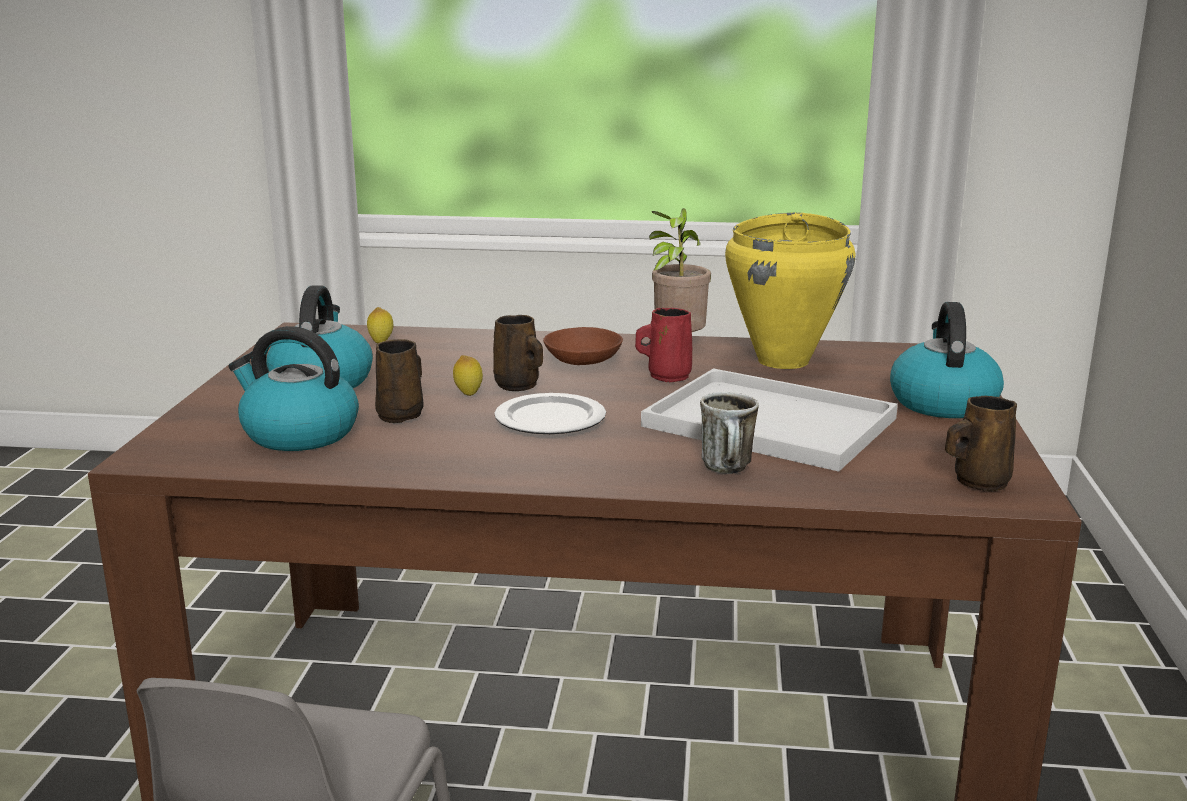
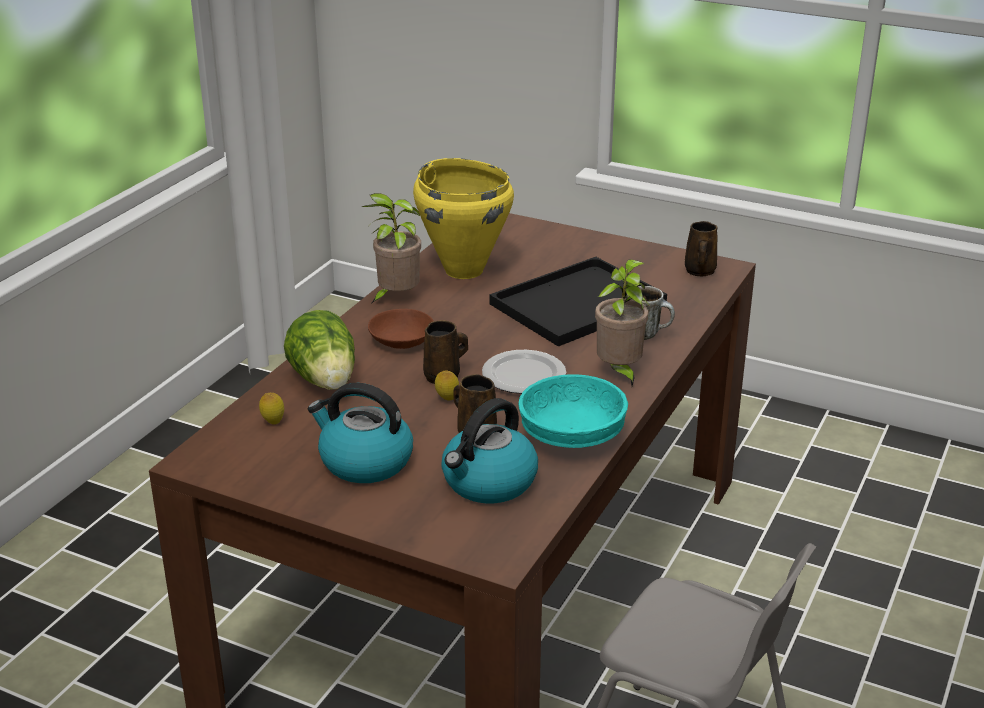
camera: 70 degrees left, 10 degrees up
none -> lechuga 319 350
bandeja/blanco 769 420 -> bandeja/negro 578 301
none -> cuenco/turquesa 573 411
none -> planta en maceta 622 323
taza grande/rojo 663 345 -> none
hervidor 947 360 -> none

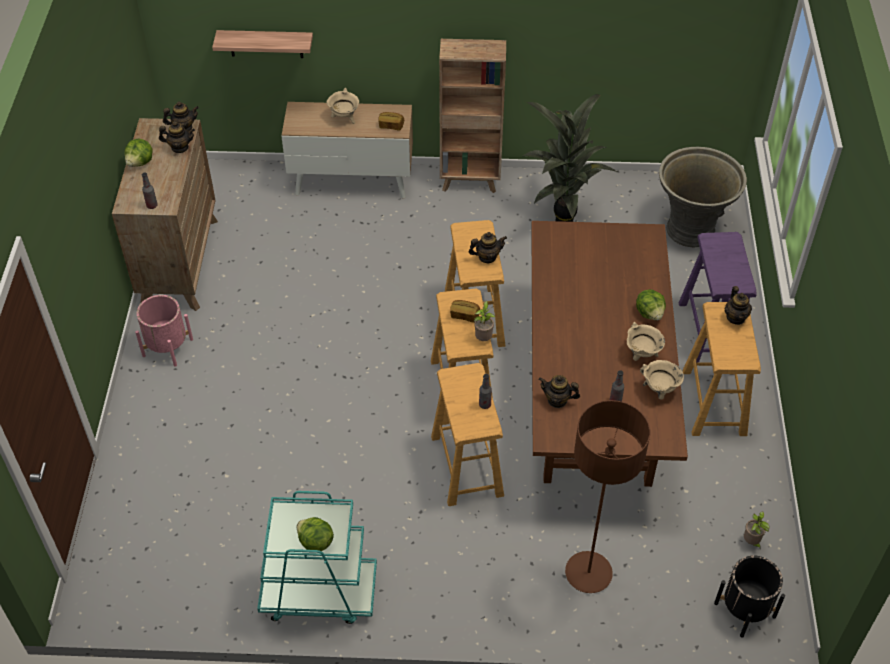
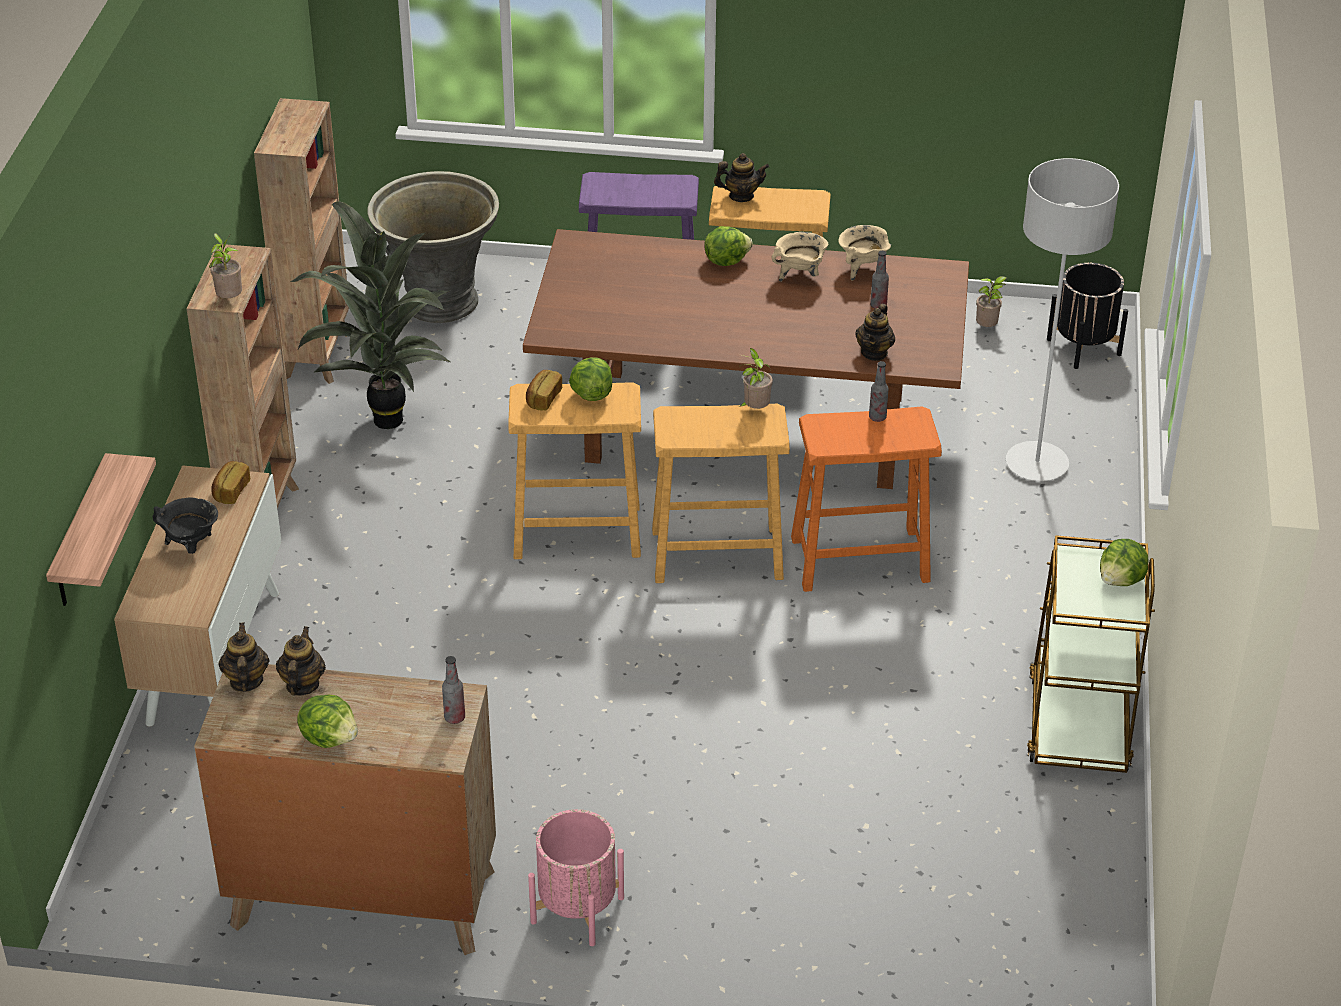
camera: 85 degrees left, 10 degrees down
olla/beis 342 106 -> olla/negro 185 526
none -> planta en maceta 225 265
none -> estantería/marrón 301 241
pan 465 311 -> pan 544 390, relocated
tetera 487 247 -> lechuga 591 379
taburete/beis 467 434 -> taburete/naranja 866 499
lámpara de pie/marrón 607 496 -> lámpara de pie/gris 1062 319
carrito/turquesa 317 557 -> carrito/marrón 1091 654

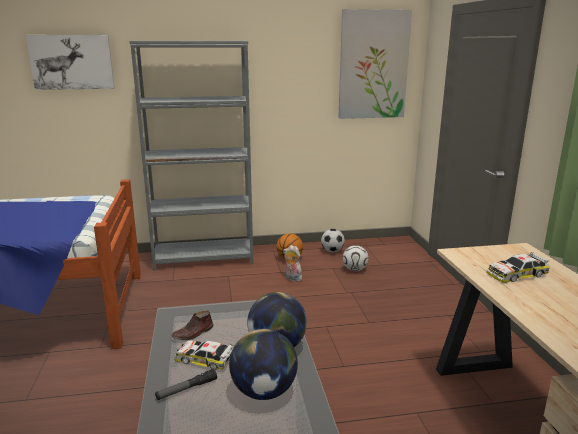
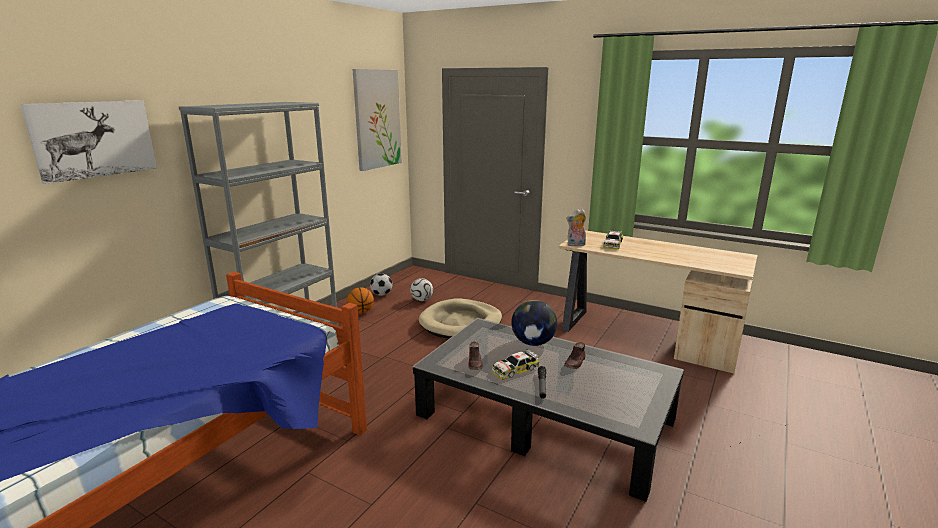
camera: 50 degrees left, 0 degrees up
none -> cama para perro/beis 460 318
globo terráqueo 263 364 -> zapato/marrón 574 355
peluche 292 263 -> peluche 576 228, relocated

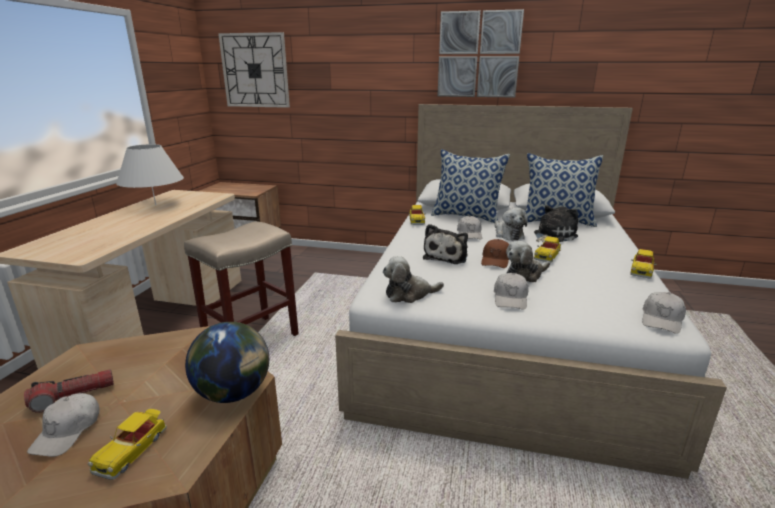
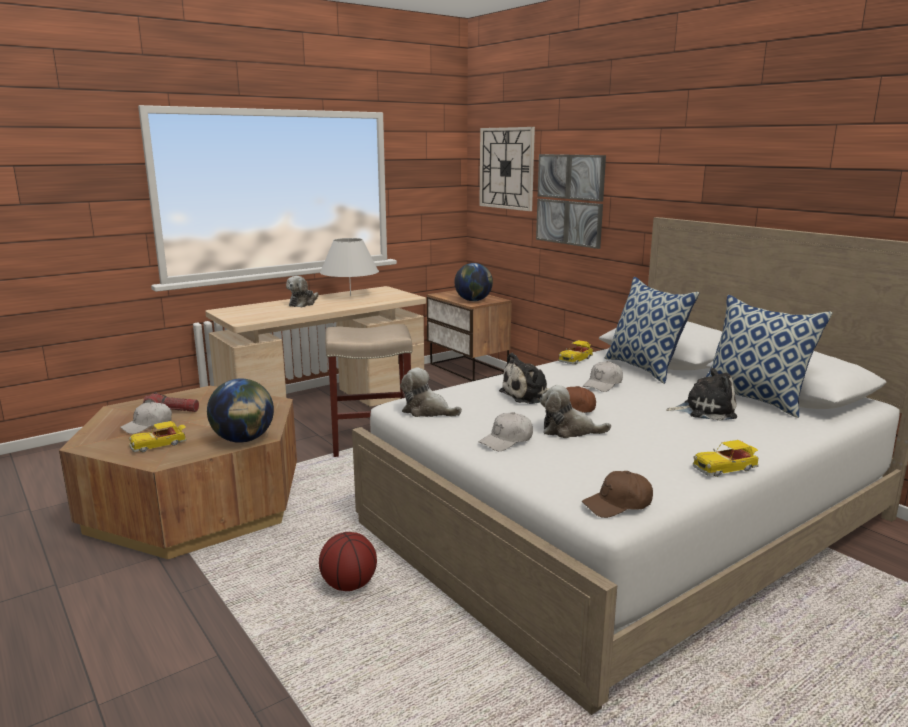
camera: 40 degrees right, 5 degrees down
peluche 511 224 -> peluche 302 291, relocated
none -> balón de baloncesto 348 561
none -> globo terráqueo 473 282
cuadro 481 53 -> cuadro 571 201, relocated
gorra/blanco 664 313 -> gorra/marrón 617 494
coche de juguete 547 249 -> none

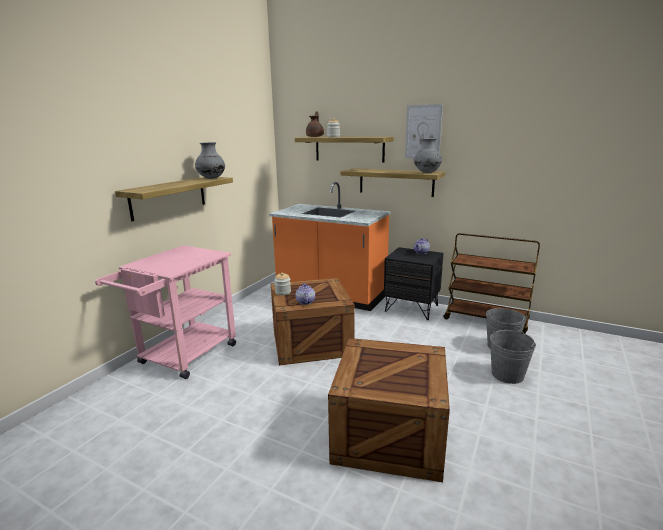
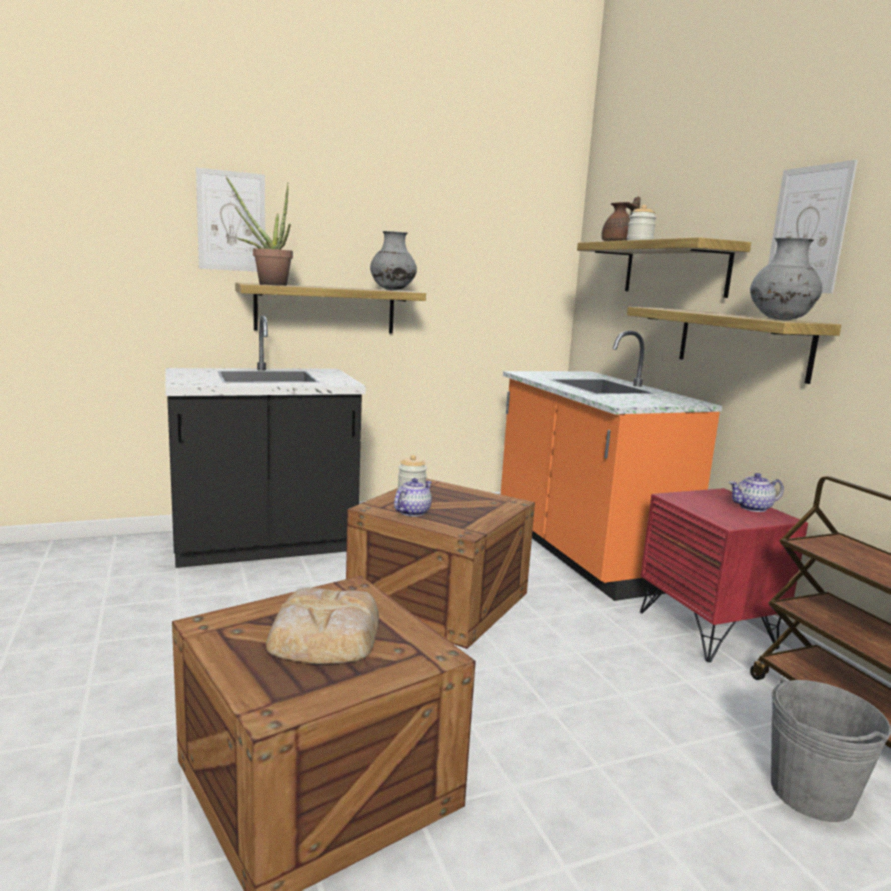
camera: 40 degrees right, 5 degrees down
carrito/rosa 165 312 -> mueble bajo de cocina/negro 265 442
none -> cuadro 230 220
none -> planta en maceta 259 231
none -> pan 322 626
mesita de noche/negro 413 283 -> mesita de noche/rojo 724 575
cubo/gris 513 357 -> none

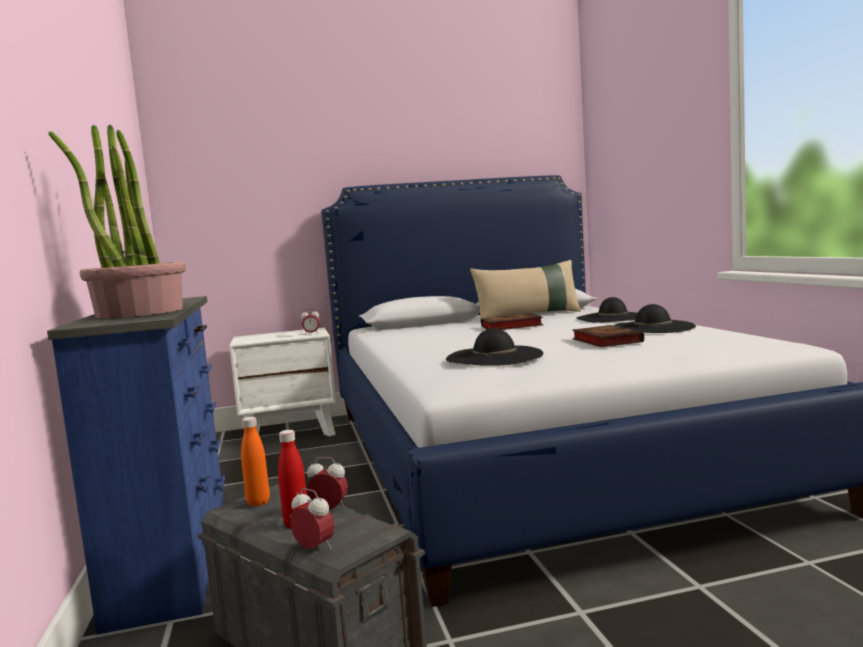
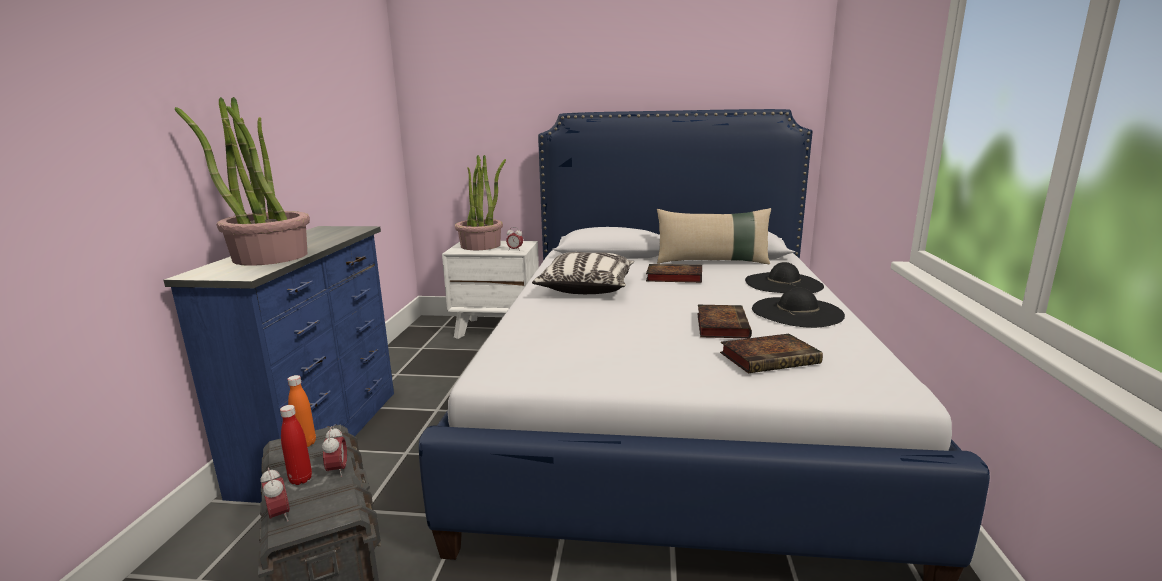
camera: 20 degrees right, 10 degrees up
despertador 327 483 -> despertador 334 451, 45 degrees clockwise
none -> planta en maceta 480 202
none -> cojín 583 273
none -> libro 771 353
sombrero/negro 494 347 -> none

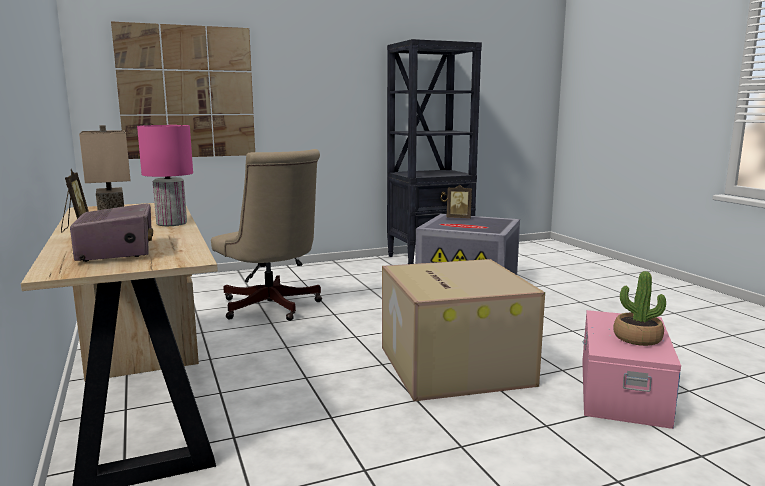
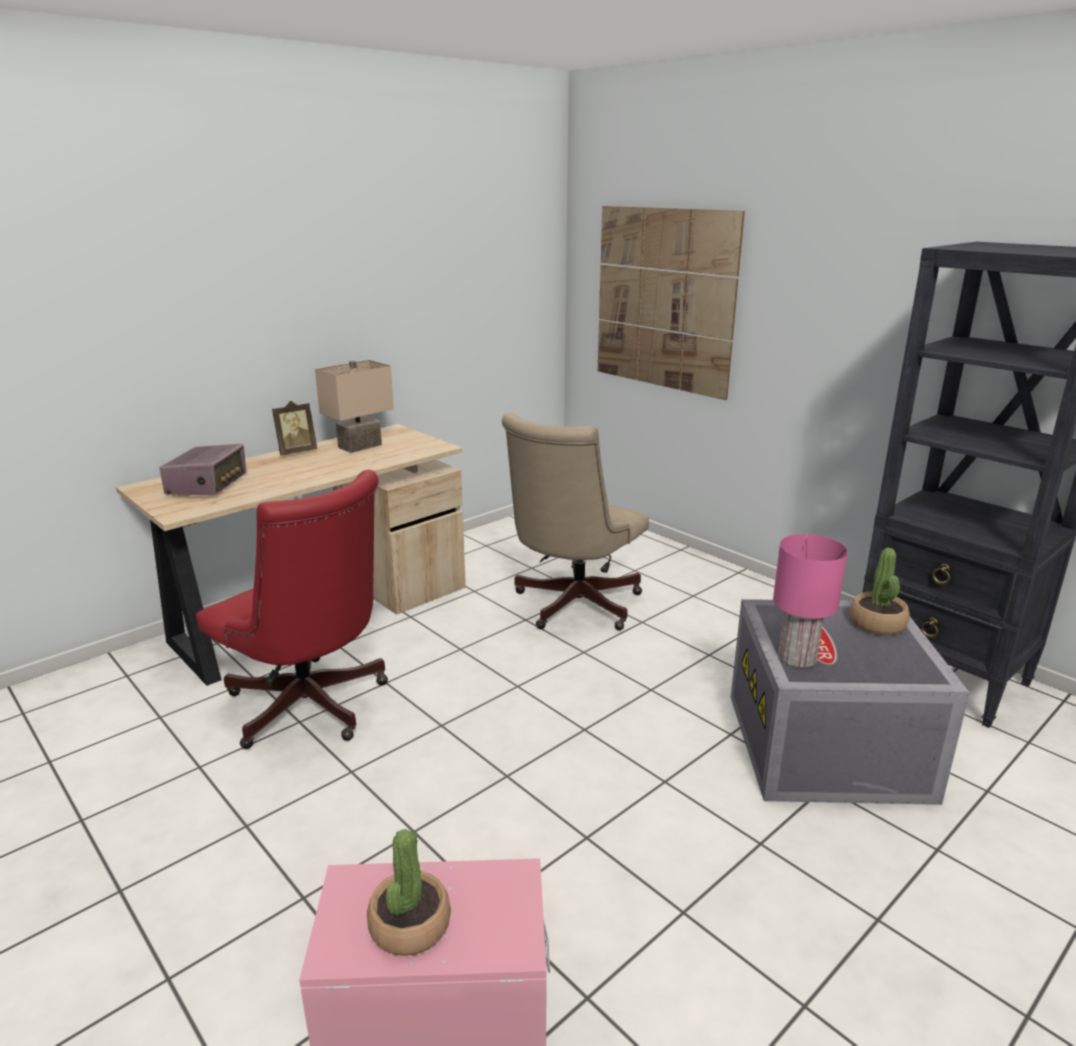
camera: 70 degrees right, 10 degrees up
radio 111 233 -> radio 203 470, 45 degrees counterclockwise
none -> silla de oficina/rojo 292 609
lámpara de mesa/rosa 165 175 -> lámpara de mesa/rosa 810 601, relocated
portarretratos 459 201 -> planta en maceta 880 591
caja de cartón 463 330 -> none

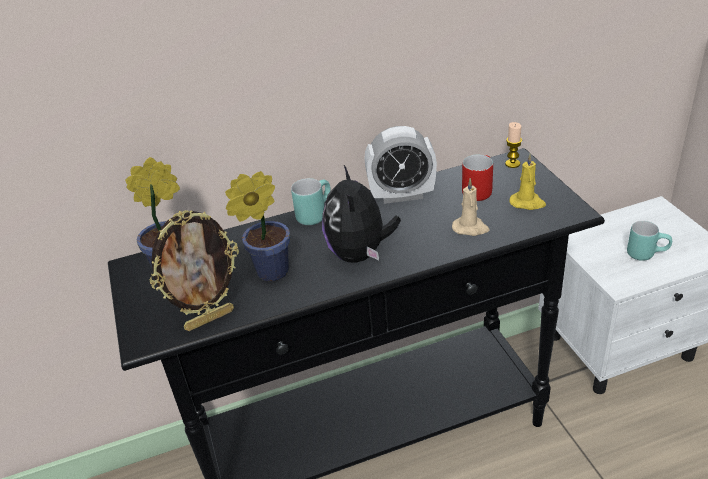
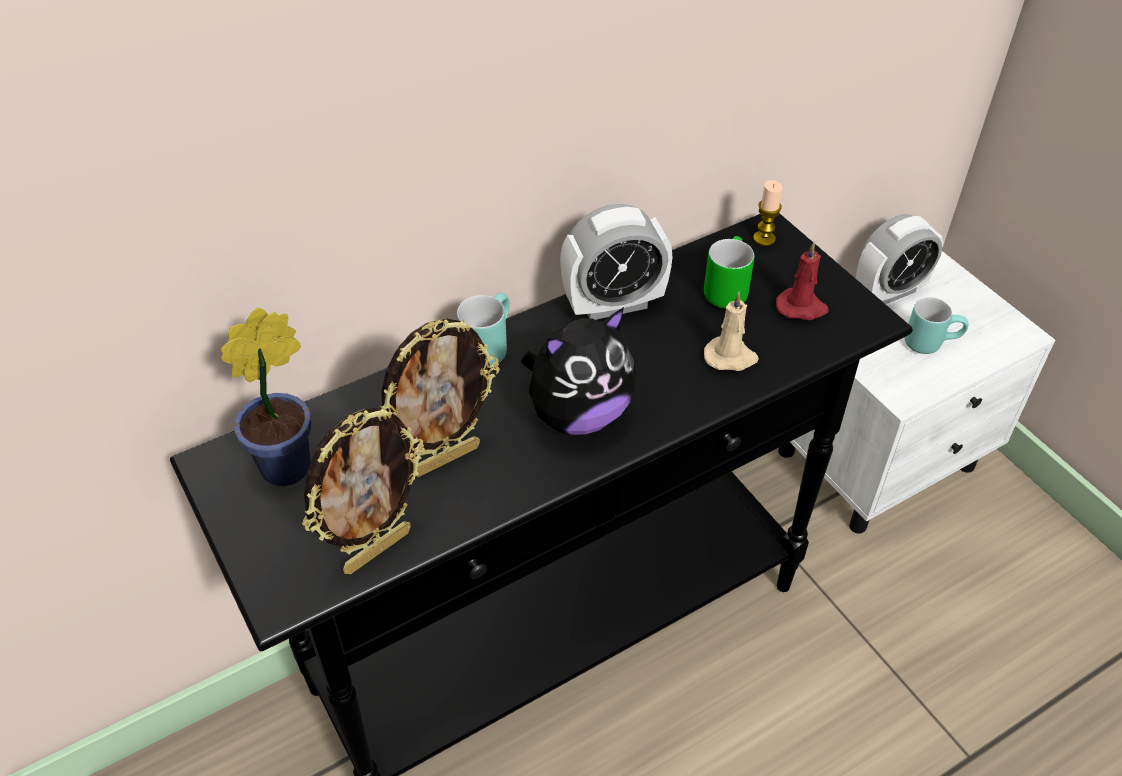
camera: 15 degrees left, 10 degrees up
planta en maceta 257 226 -> portarretratos 440 397
peluche 361 214 -> peluche 579 371, 105 degrees counterclockwise
taza grande/rojo 477 178 -> taza grande/verde 729 272
vela/amarillo 527 181 -> vela/rojo 802 281
none -> despertador 899 259

